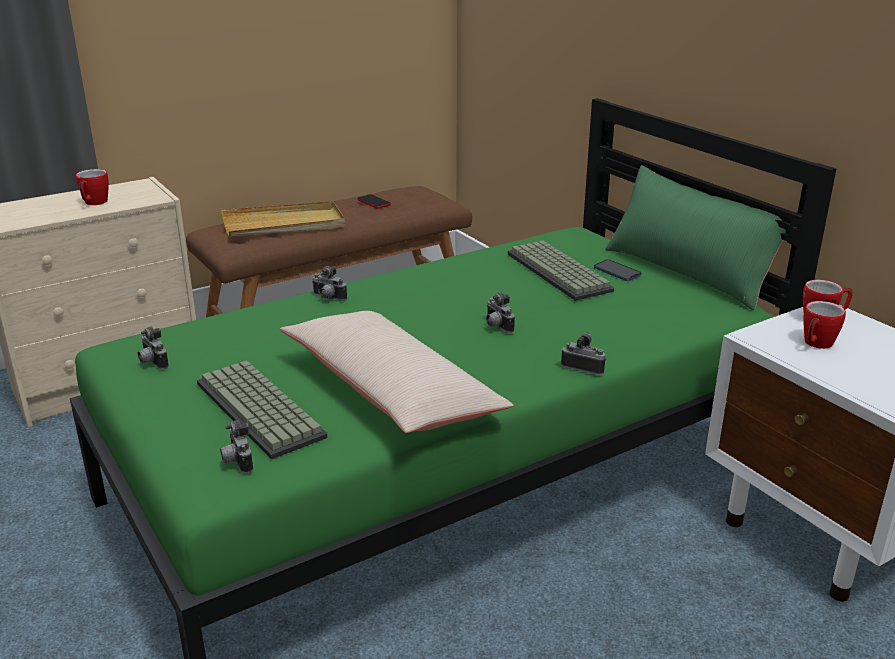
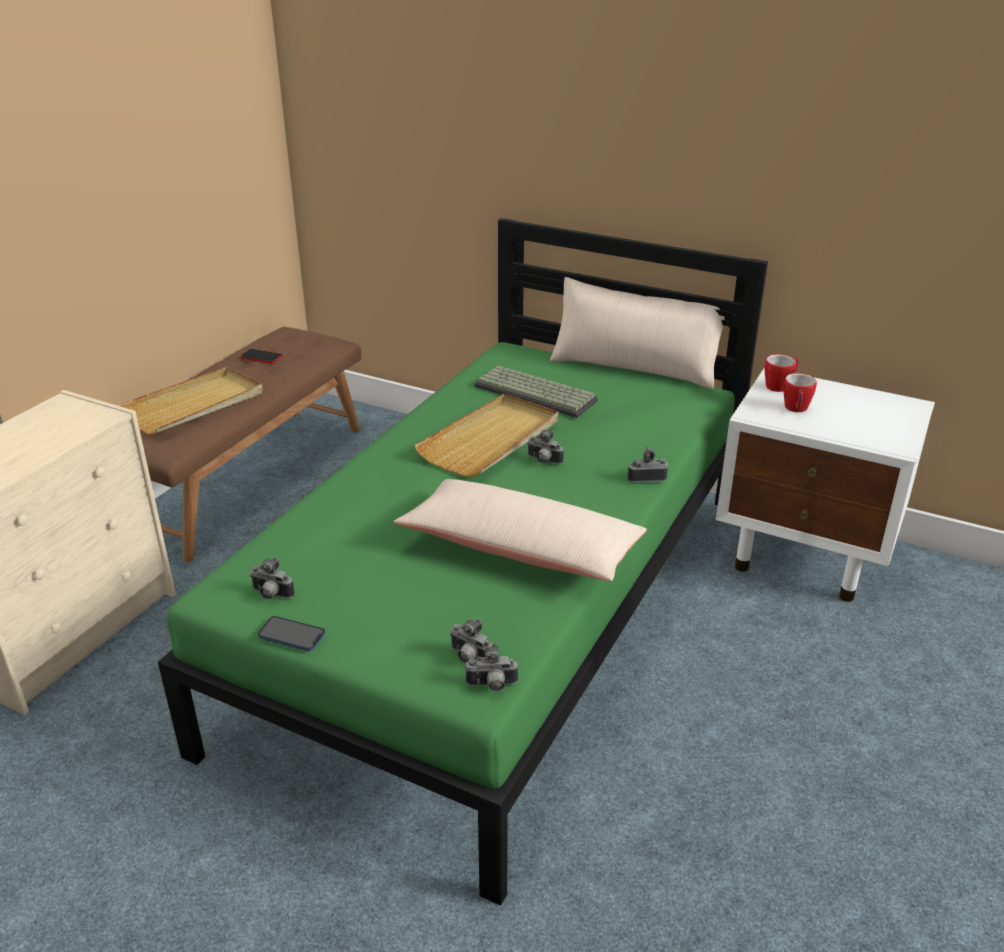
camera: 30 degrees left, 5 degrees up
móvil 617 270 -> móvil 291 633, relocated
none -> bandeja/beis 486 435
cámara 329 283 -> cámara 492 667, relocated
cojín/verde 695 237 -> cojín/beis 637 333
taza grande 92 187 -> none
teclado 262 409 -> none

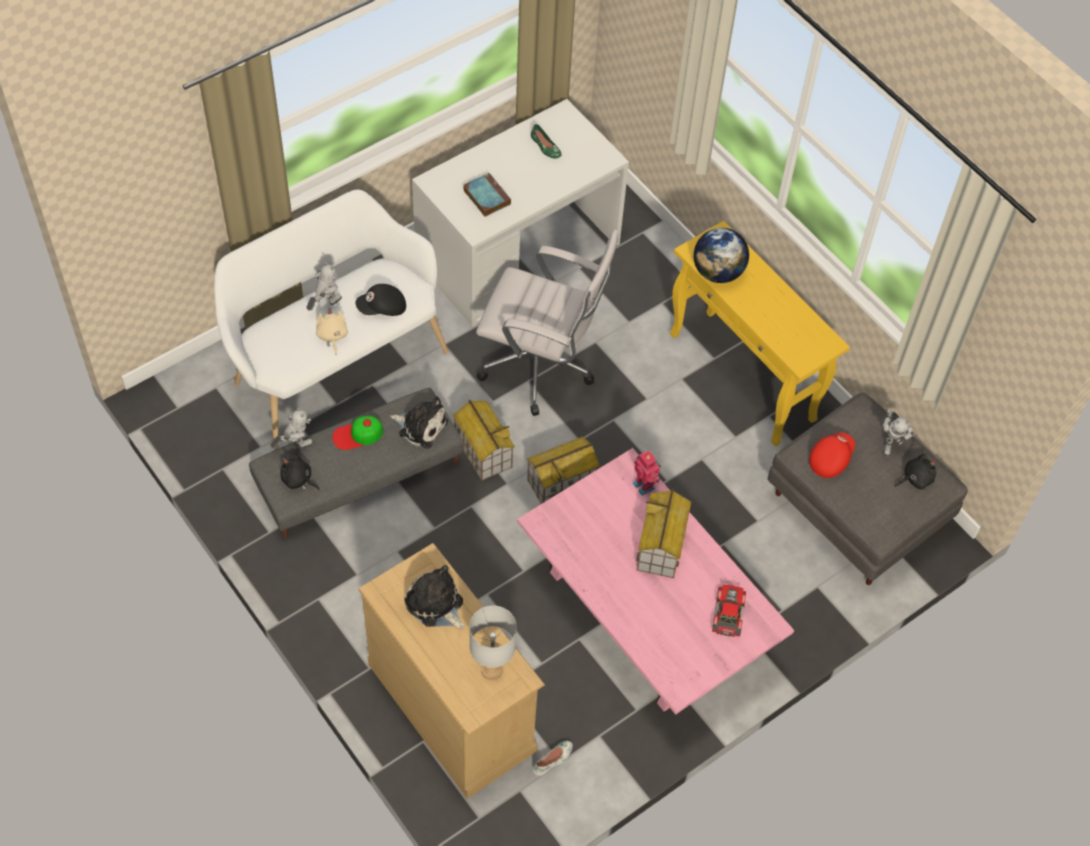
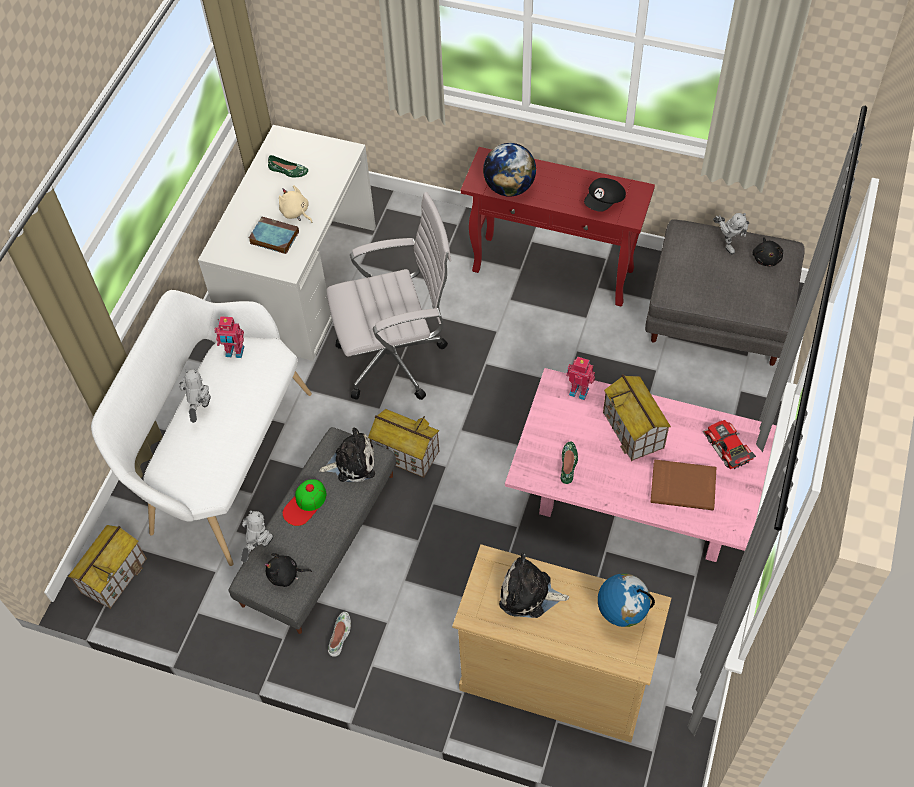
camera: 30 degrees left, 0 degrees up
casita 563 470 -> casita 107 567, relocated
none -> robot de juguete 229 337
peluche/beis 332 331 -> peluche/beis 296 204, relocated
zapato/blanco 553 758 -> zapato/blanco 339 634, relocated
mesa consola/amarillo 760 333 -> mesa consola/rojo 558 227
none -> zapato/verde 569 463
gorra/negro 380 300 -> gorra/negro 605 195, relocated
lámpara de mesa/gris 493 643 -> globo terráqueo 626 600
none -> libro/marrón 683 485
peluche/negro 915 472 -> peluche/negro 768 251, 150 degrees clockwise
gorra/rojo 832 455 -> none

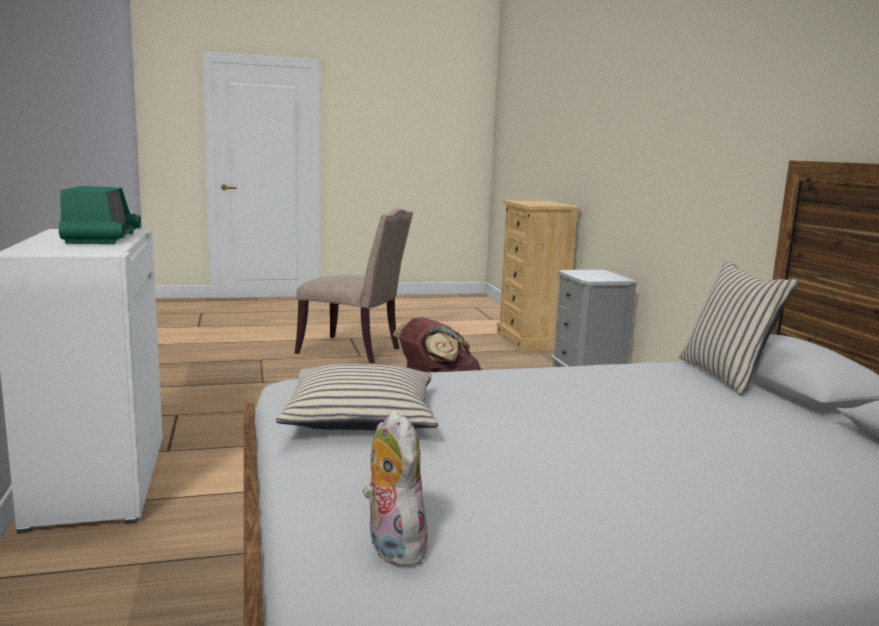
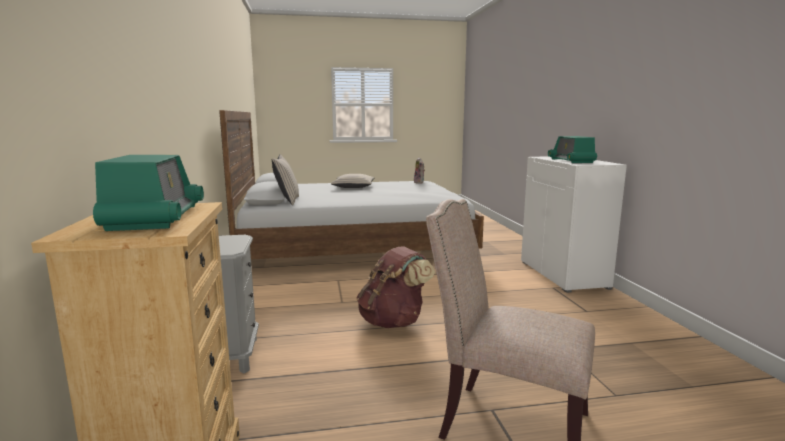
camera: 175 degrees left, 0 degrees up
none -> radio 148 193
cojín/beis 357 397 -> cojín/beis 353 181, relocated

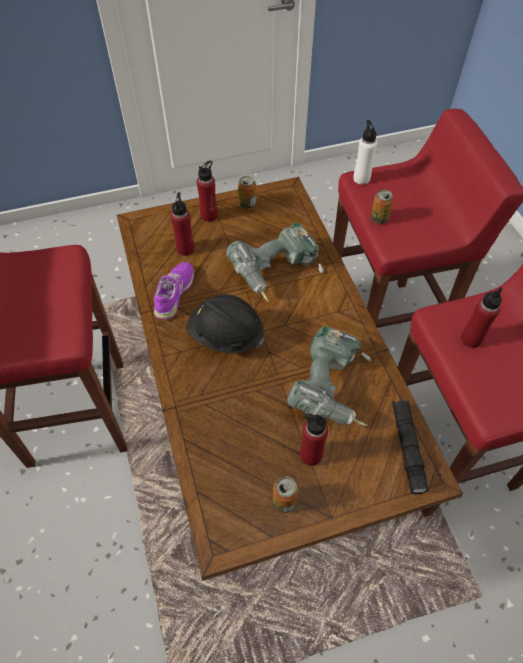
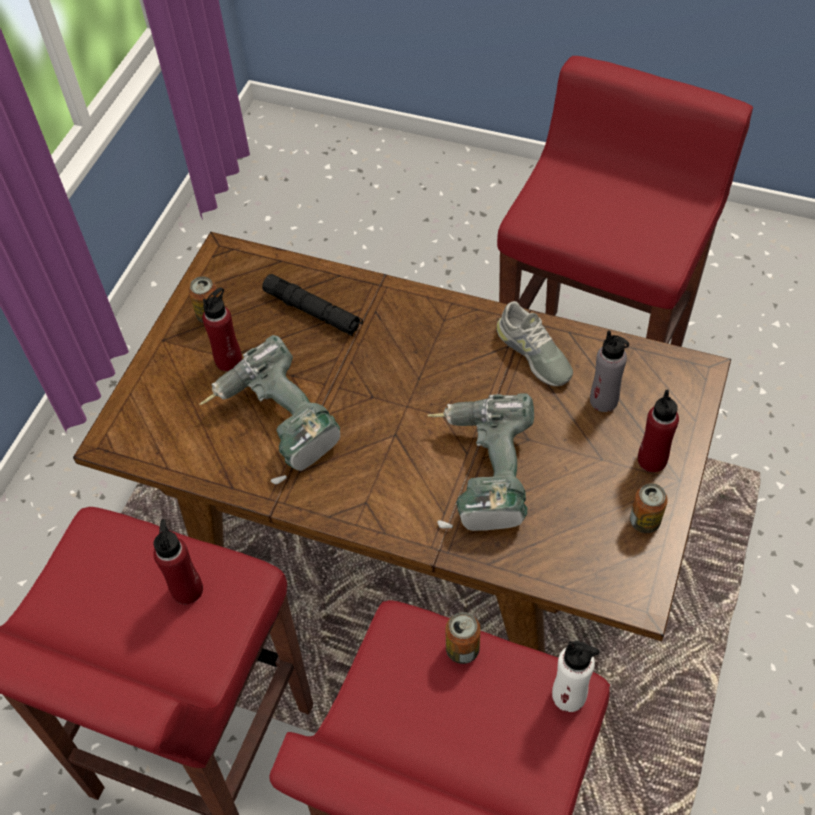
camera: 130 degrees right, 0 degrees up
linterna/negro 410 447 -> linterna/negro 312 305, relocated
zapato/morado 174 290 -> zapato/gris 534 343
botella/rojo 183 224 -> botella/gris 609 371
casco/negro 225 324 -> none

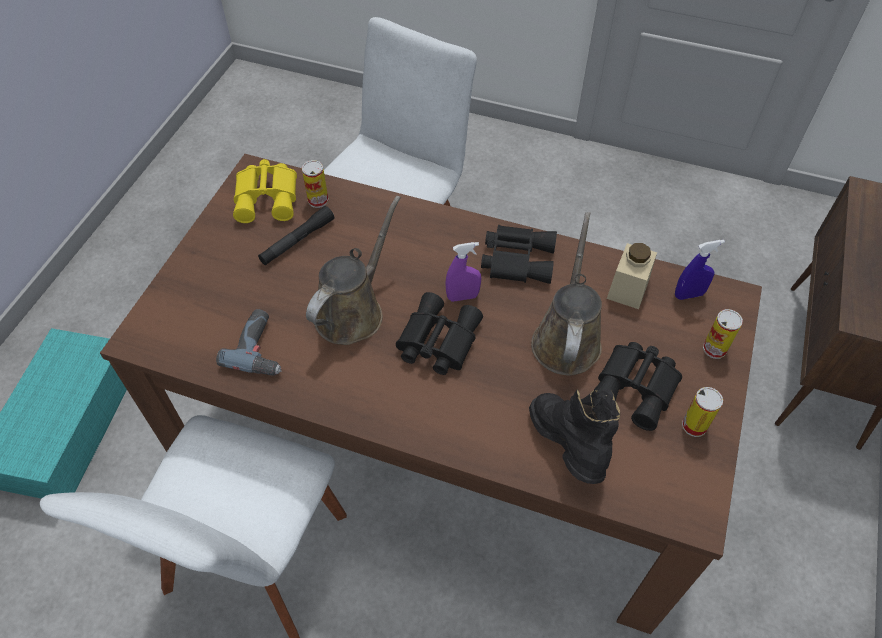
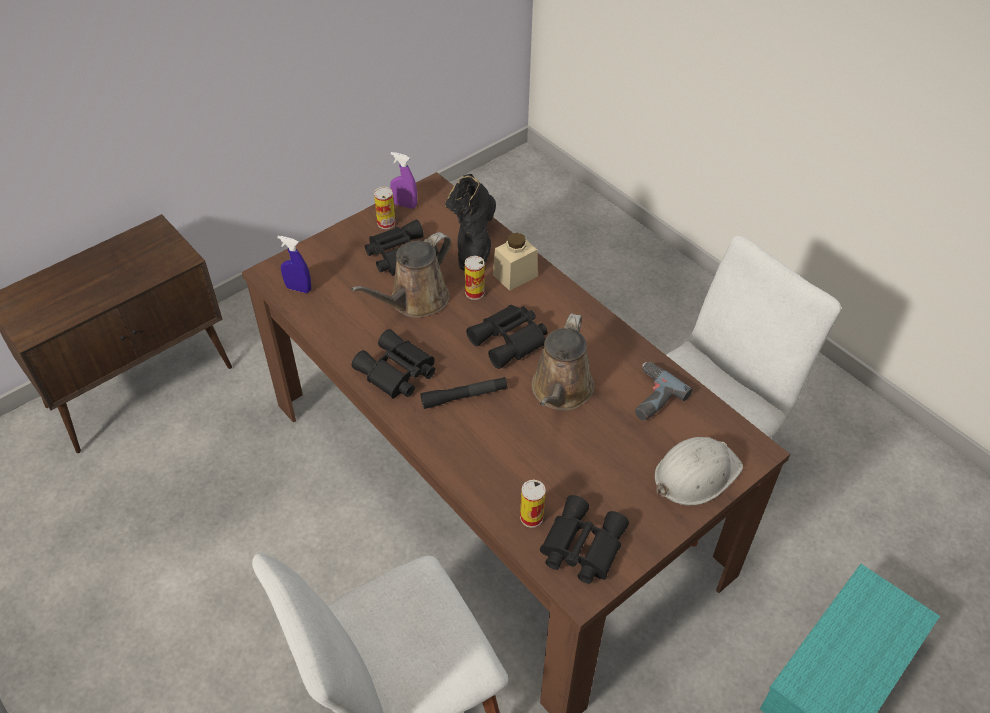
camera: 150 degrees left, 5 degrees down
pulverizador/morado 463 272 -> pulverizador/morado 403 180, relocated
linterna/negro 296 235 -> linterna/negro 463 393, relocated
lata 723 334 -> lata 475 278, relocated
tarro/beis 632 276 -> tarro/beis 515 262, relocated
regadera/marrón 353 270 -> regadera/marrón 562 362, 45 degrees counterclockwise
prismáticos/amarillo 265 191 -> prismáticos/negro 584 539
none -> casco/blanco 699 471

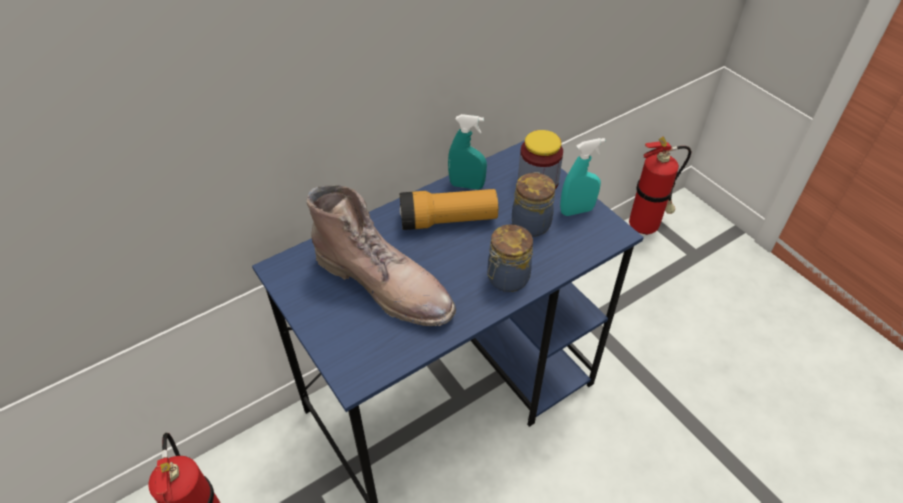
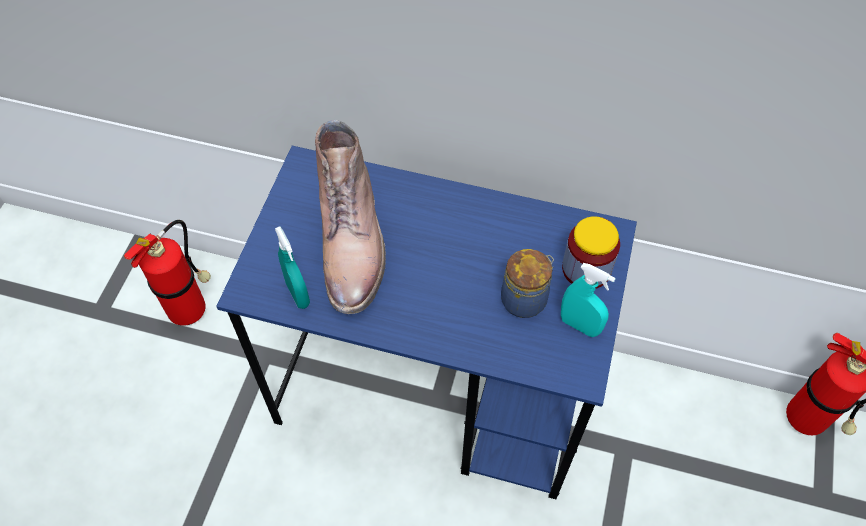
camera: 50 degrees right, 10 degrees up
pulverizador/turquesa 467 151 -> pulverizador/turquesa 292 267, relocated
linterna 449 209 -> none
tarro 510 258 -> none

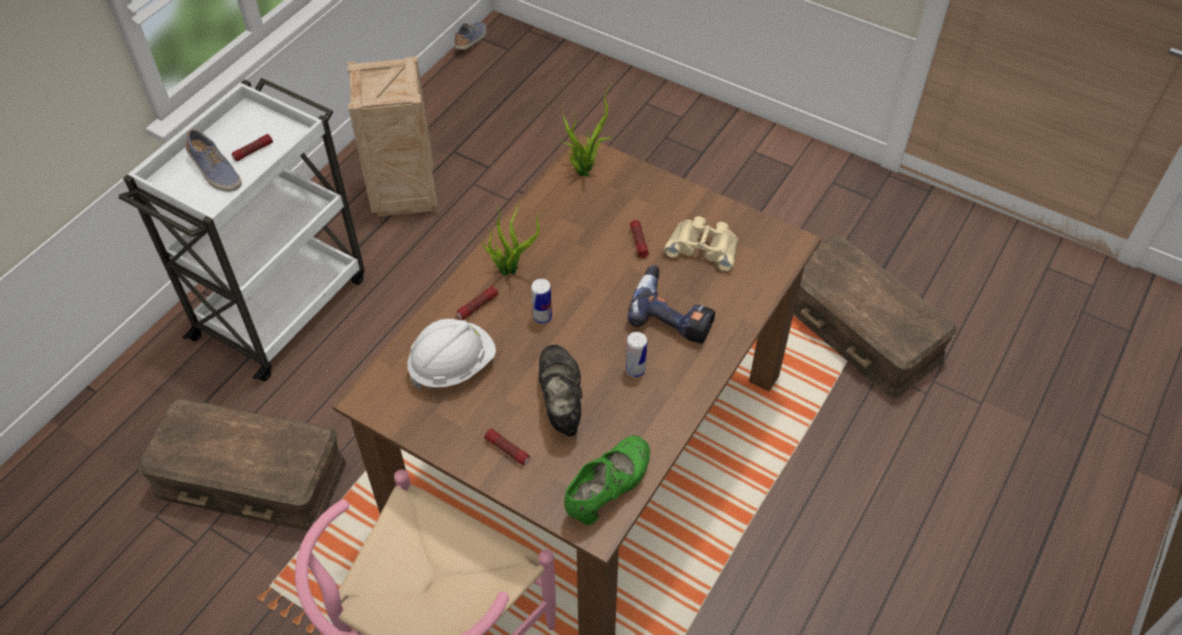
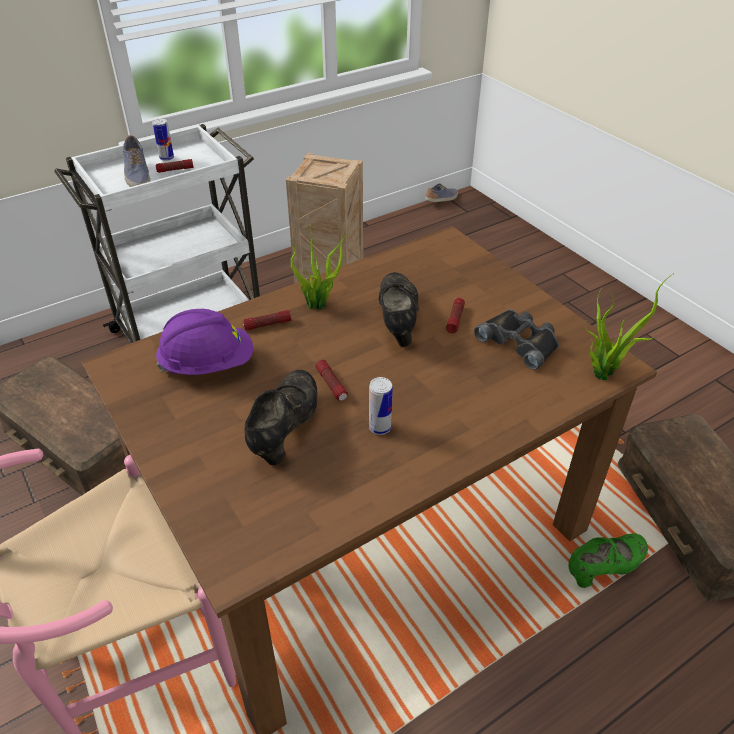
camera: 25 degrees right, 10 degrees down
lata 541 301 -> lata 163 140, relocated
casco/blanco 451 354 -> casco/morado 204 342
linterna 507 446 -> linterna 331 380, relocated
none -> zapato/negro 399 309
prismáticos/beis 701 243 -> prismáticos/negro 516 339
zapato/verde 607 480 -> zapato/verde 608 561, relocated
planta en maceta 586 130 -> planta en maceta 629 326, relocated
taladro 671 304 -> none

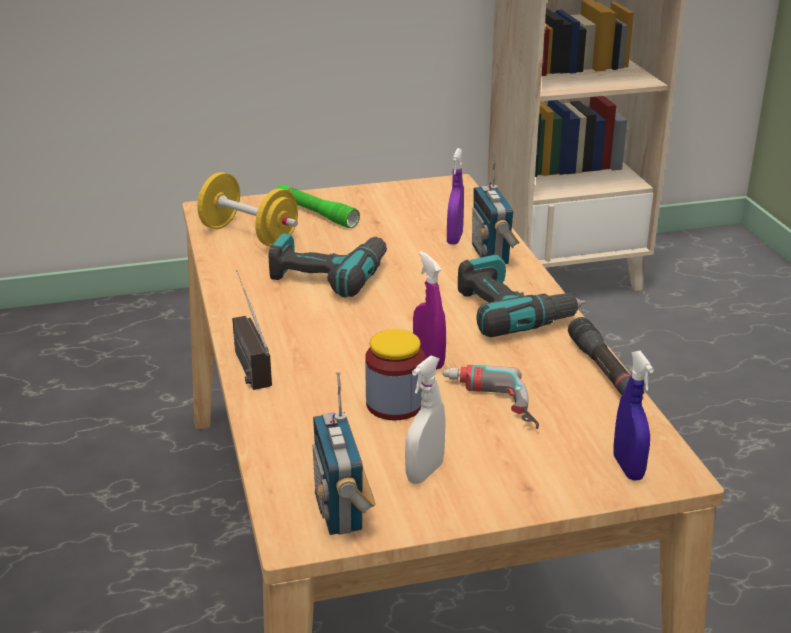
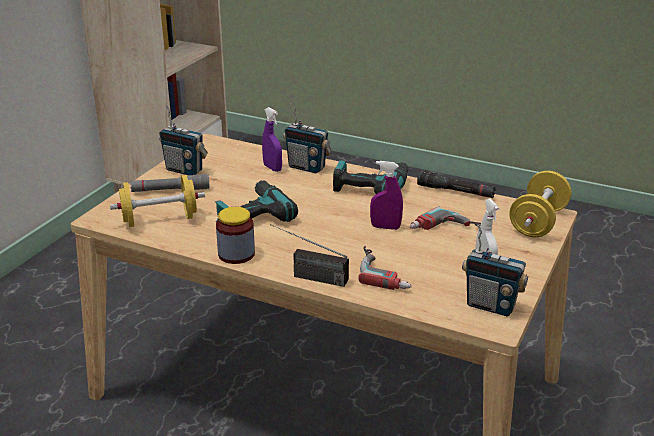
camera: 50 degrees left, 0 degrees up
linterna/verde 318 206 -> linterna/gris 170 183
none -> radio 183 140
tarro 395 374 -> tarro 235 235, relocated
none -> taladro 385 268
pulverizador/azul 633 415 -> mancuerna/amarillo 540 204

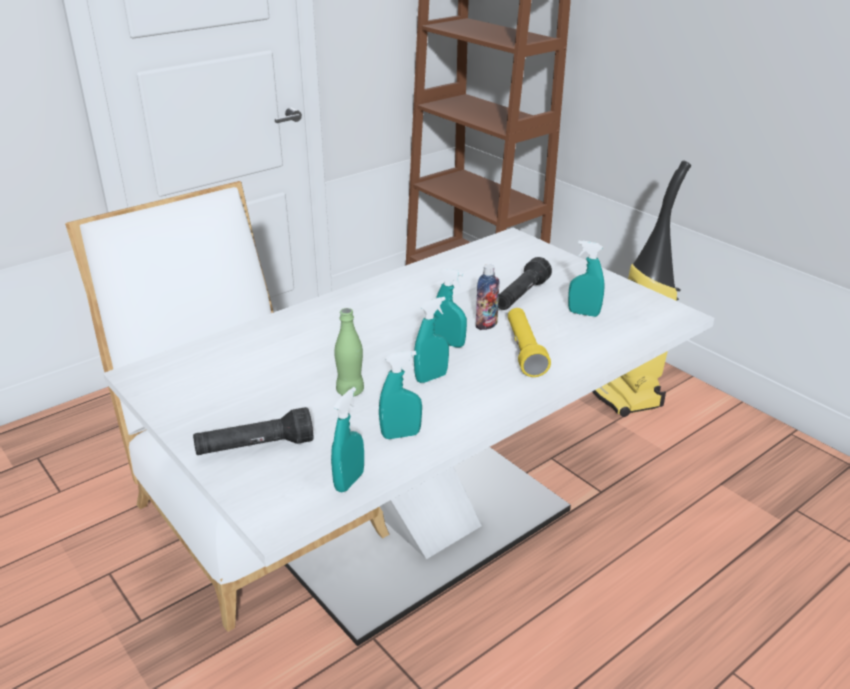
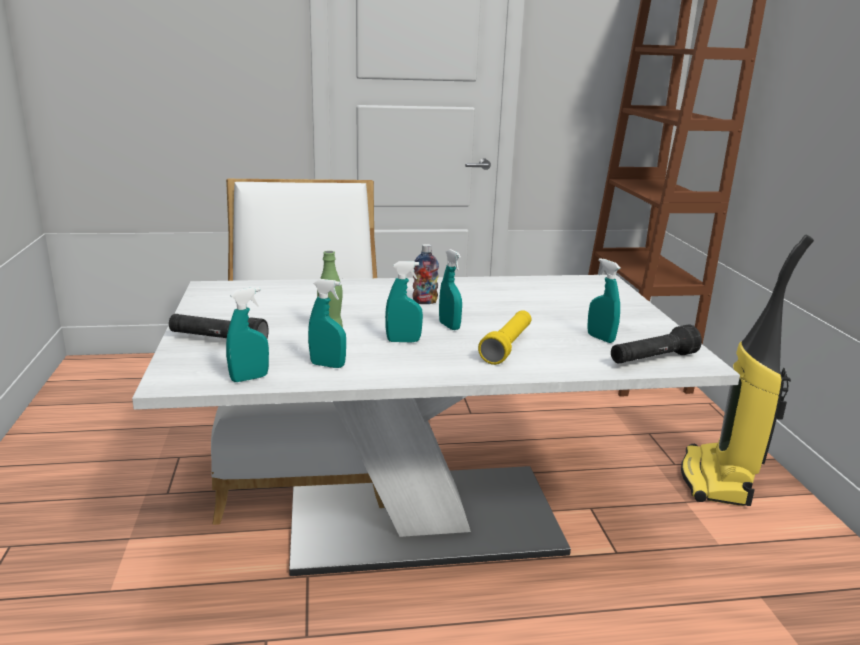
camera: 30 degrees right, 10 degrees down
botella 487 297 -> botella 425 274, relocated
linterna/negro 525 283 -> linterna/negro 656 344, relocated

